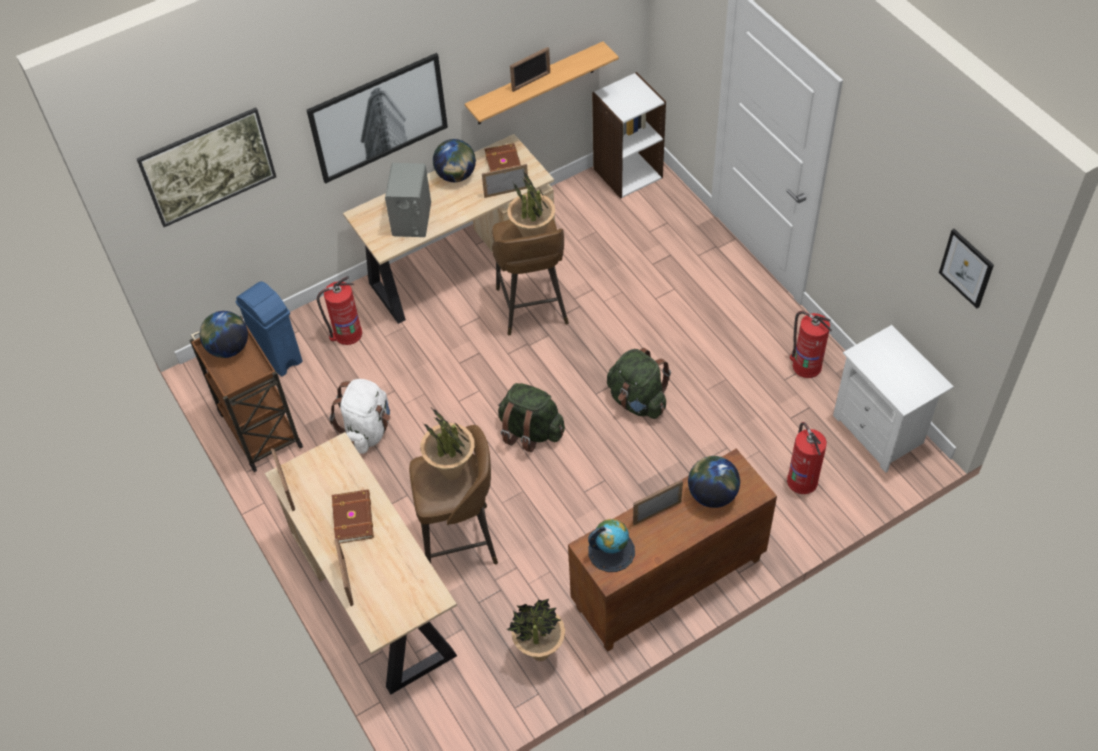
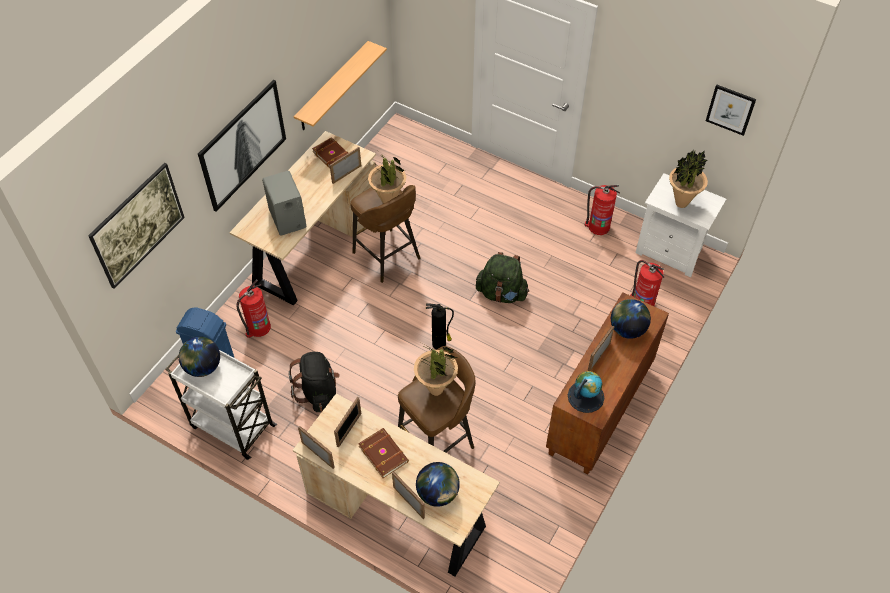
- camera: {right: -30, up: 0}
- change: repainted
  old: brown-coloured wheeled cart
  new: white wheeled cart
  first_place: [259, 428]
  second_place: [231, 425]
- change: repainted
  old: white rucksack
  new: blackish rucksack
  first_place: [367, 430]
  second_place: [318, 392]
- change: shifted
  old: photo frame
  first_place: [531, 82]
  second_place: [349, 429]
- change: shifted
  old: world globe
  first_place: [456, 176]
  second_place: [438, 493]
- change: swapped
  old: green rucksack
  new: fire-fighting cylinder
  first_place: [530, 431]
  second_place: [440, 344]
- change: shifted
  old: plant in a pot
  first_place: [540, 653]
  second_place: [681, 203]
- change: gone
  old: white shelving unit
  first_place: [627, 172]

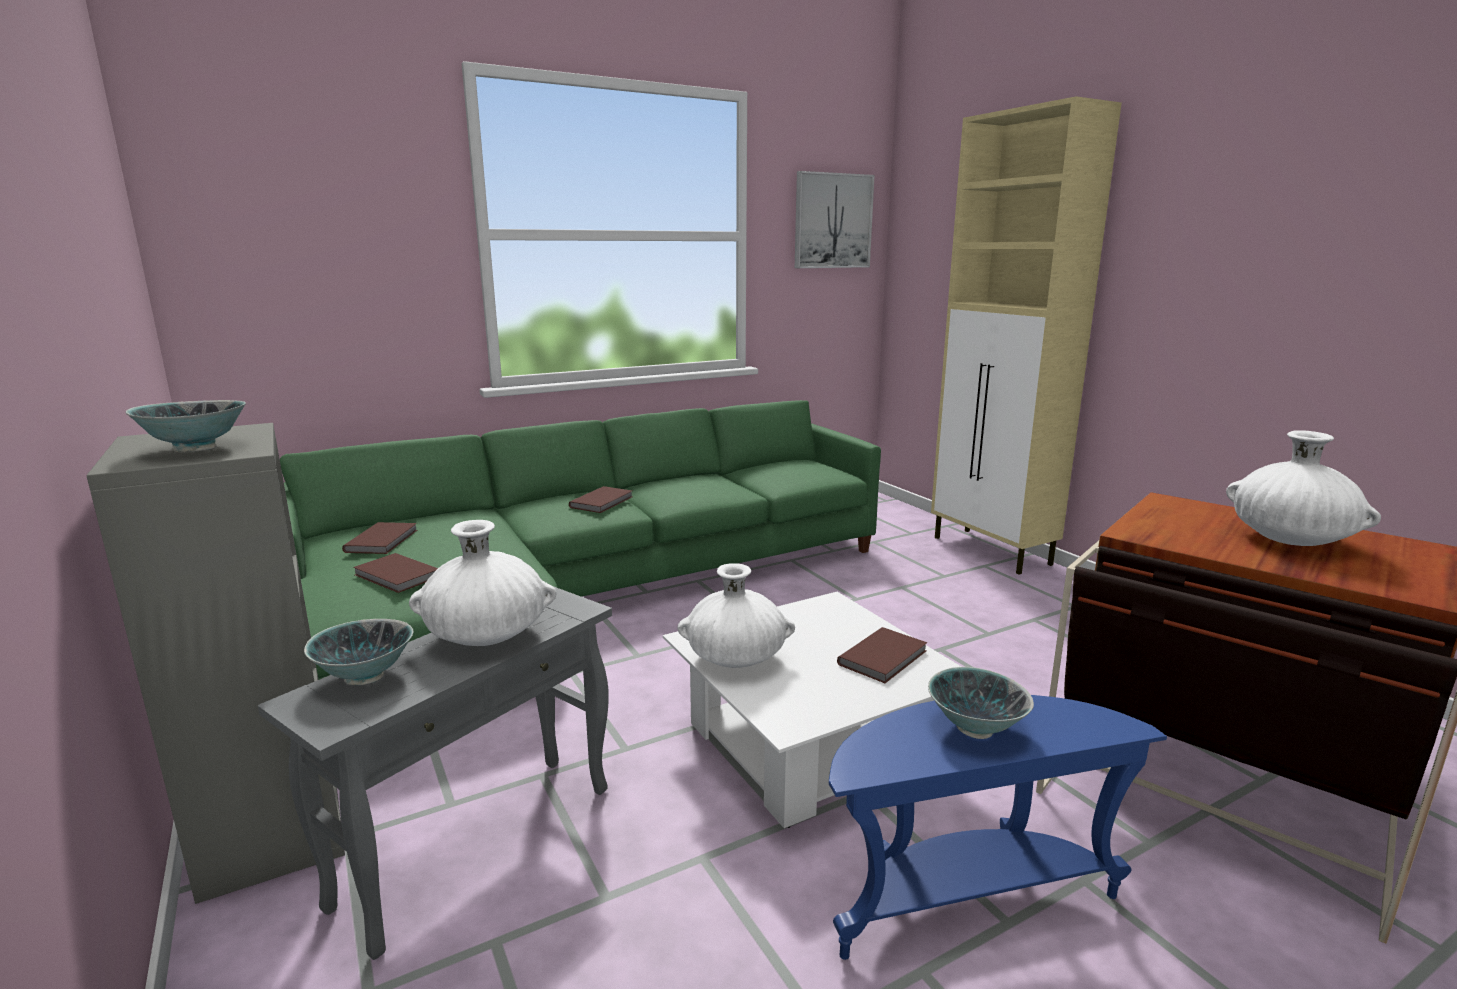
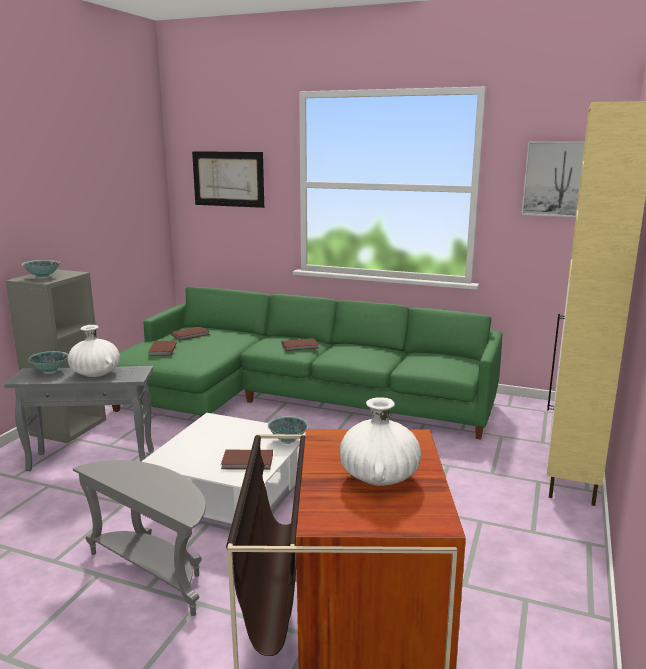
- camera: {right: 50, up: 0}
- change: repainted
  old: blue-coloured accent table
  new: greyish accent table
  first_place: [965, 897]
  second_place: [154, 572]
- change: new
  new: wall picture
  second_place: [228, 179]
- change: shifted
  old: bowl
  first_place: [974, 729]
  second_place: [287, 440]
- change: gone
  old: white vase
  first_place: [736, 660]

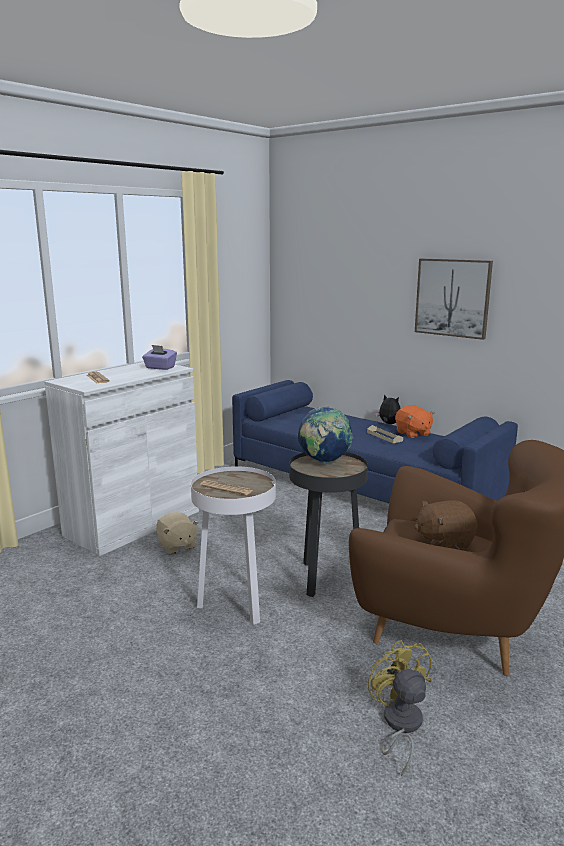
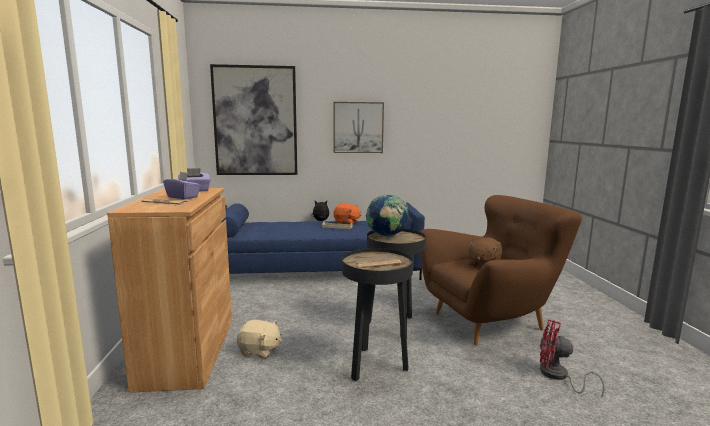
- camera: {right: -45, up: -5}
- change: repainted
  old: white storage cabinet
  new: brown-coloured storage cabinet
  first_place: [133, 523]
  second_place: [188, 352]
- change: new
  new: purple tissue holder
  second_place: [183, 197]
- change: new
  new: wall picture
  second_place: [255, 121]
- change: repainted
  old: white accent table
  new: blackish accent table
  first_place: [235, 605]
  second_place: [375, 366]
- change: repainted
  old: yellowish electric fan
  new: red-coloured electric fan
  first_place: [399, 725]
  second_place: [558, 376]

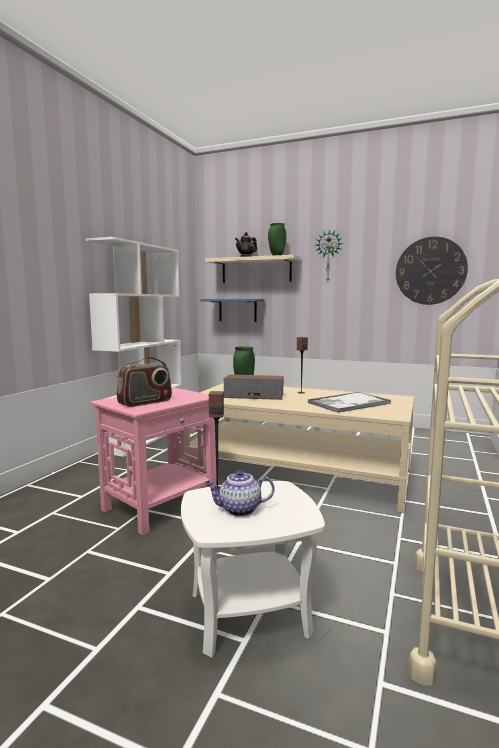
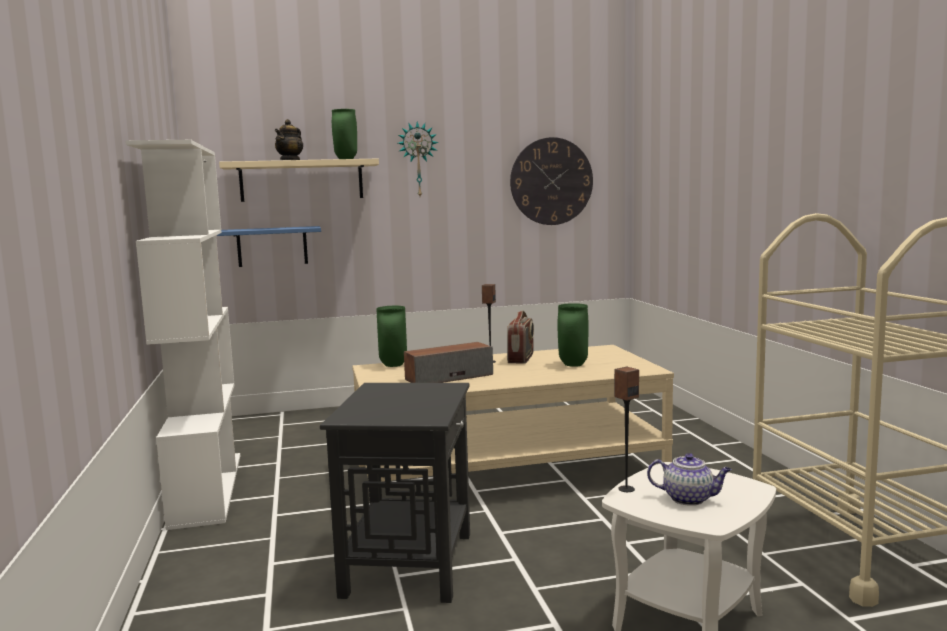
- camera: {right: -35, up: 0}
- change: repainted
  old: pink-coloured accent table
  new: blackish accent table
  first_place: [161, 505]
  second_place: [409, 563]
- change: shifted
  old: radio set
  first_place: [145, 402]
  second_place: [521, 359]
- change: swapped
  old: tray
  new: green vase
  first_place: [348, 403]
  second_place: [574, 365]
- change: rotated
  old: pot for tea
  first_place: [239, 510]
  second_place: [689, 499]
  degrees: -120

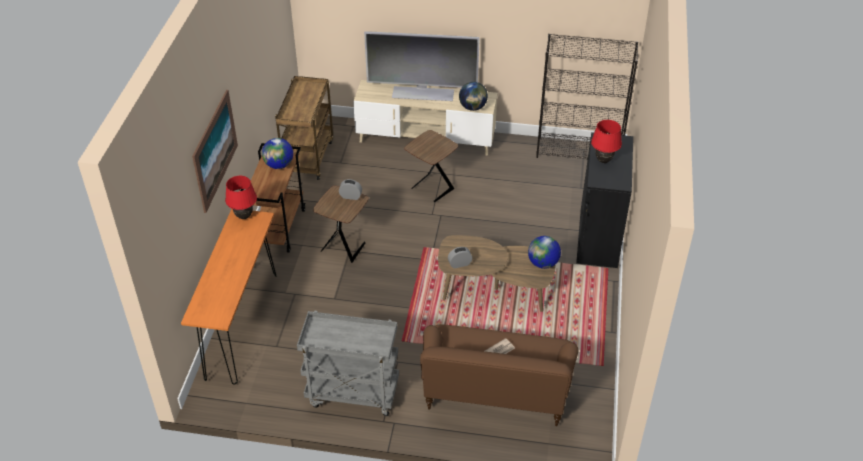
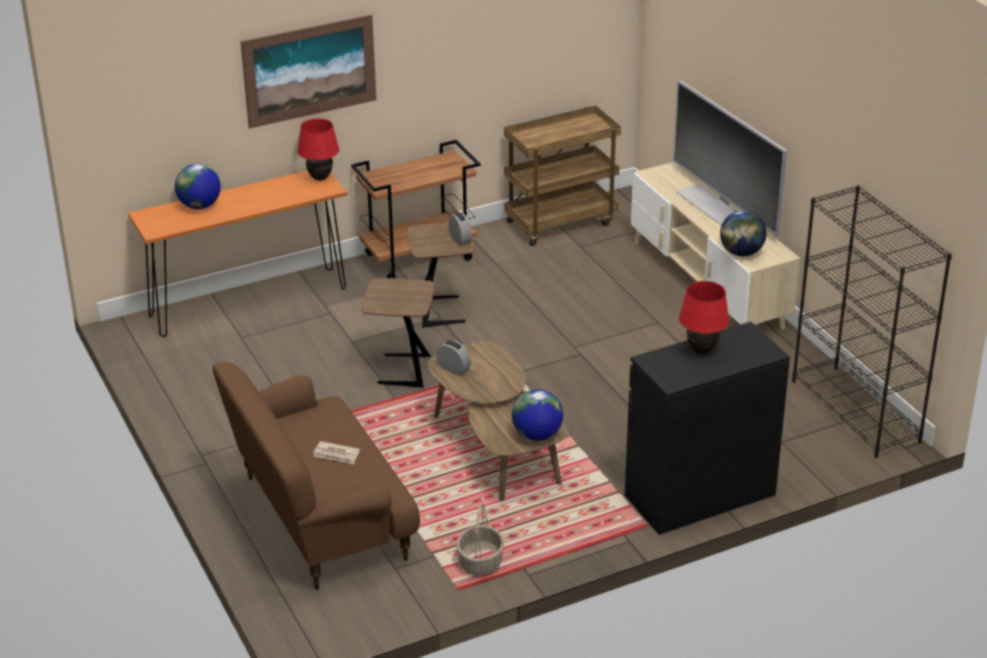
- camera: {right: 55, up: -10}
- change: shifted
  old: world globe
  first_place: [279, 165]
  second_place: [199, 206]
- change: shifted
  old: brown-coloured accent table
  first_place: [431, 189]
  second_place: [402, 371]
- change: new
  new: household basket
  second_place: [481, 563]
- change: gone
  old: greyish wheeled cart
  first_place: [352, 394]

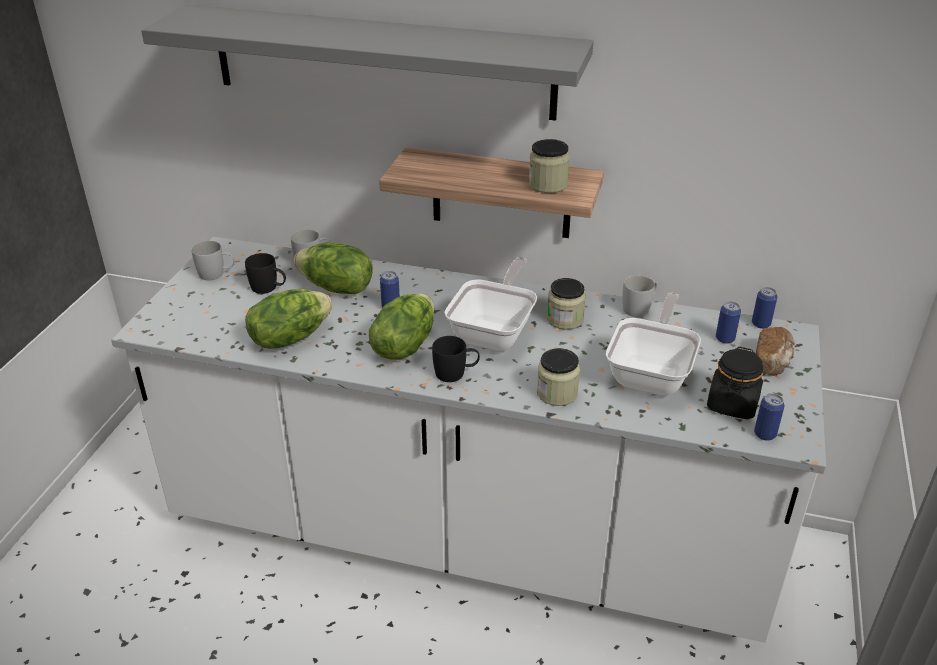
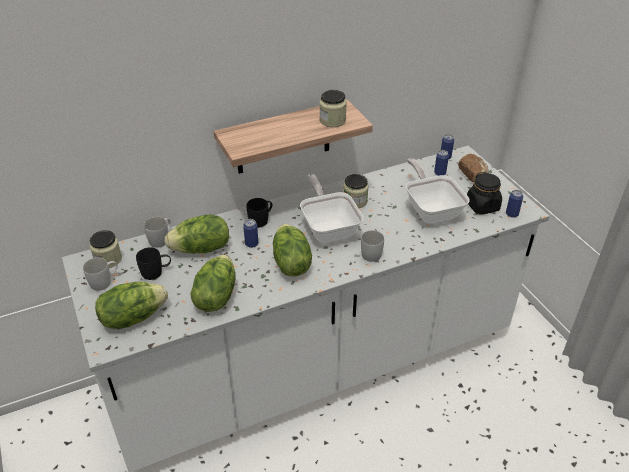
- camera: {right: -40, up: 5}
- change: shifted
  old: storage jar
  first_place: [557, 393]
  second_place: [108, 259]
- change: new
  new: lettuce
  second_place: [133, 317]
- change: shifted
  old: blackish tea mug
  first_place: [456, 373]
  second_place: [261, 220]
- change: shifted
  old: white tea mug
  first_place: [639, 308]
  second_place: [371, 252]
- change: gone
  old: greyish wall shelf
  first_place: [381, 62]

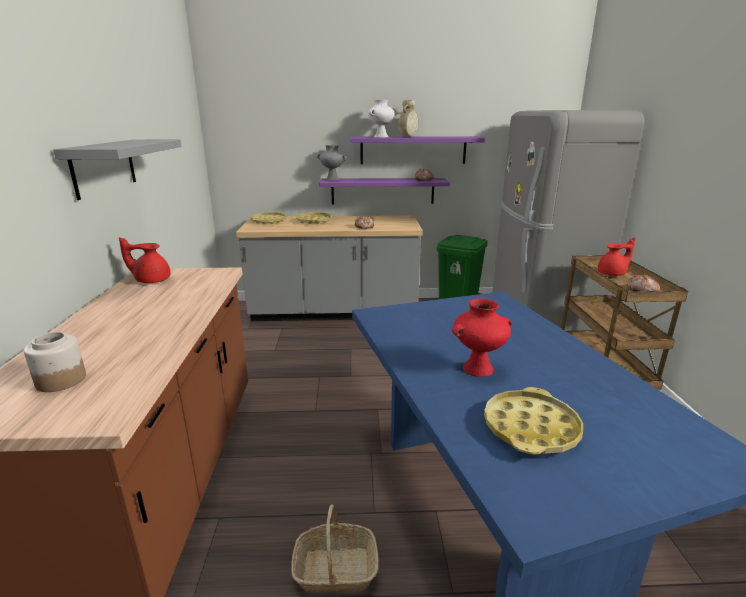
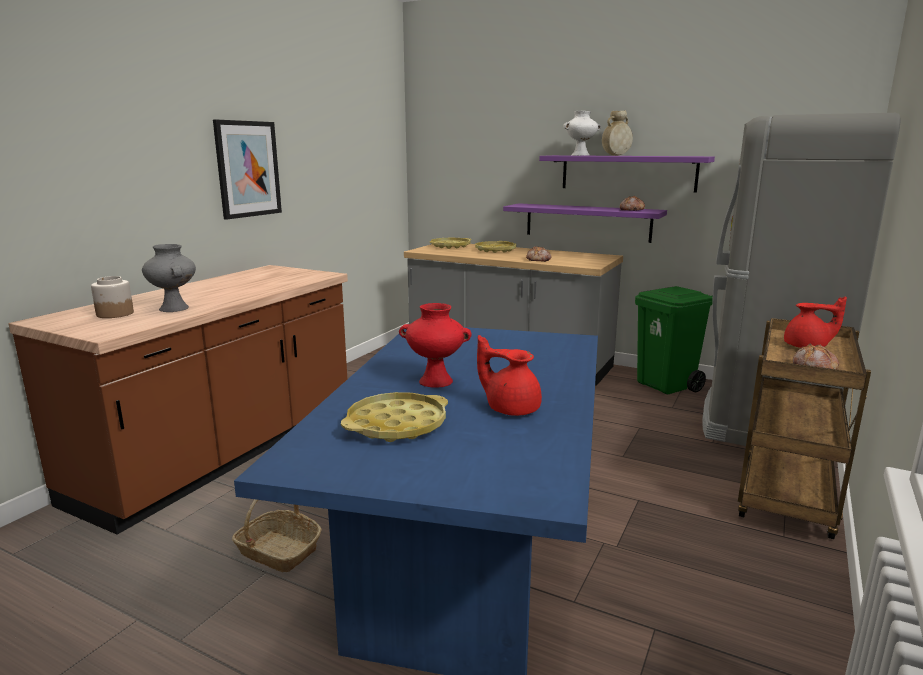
- camera: {right: 30, up: -5}
- change: shifted
  old: greyish vase
  first_place: [333, 179]
  second_place: [175, 308]
- change: swapped
  old: greyish wall shelf
  new: wall picture
  first_place: [104, 167]
  second_place: [248, 169]
- change: shifted
  old: red-coloured pot for tea
  first_place: [151, 280]
  second_place: [511, 408]

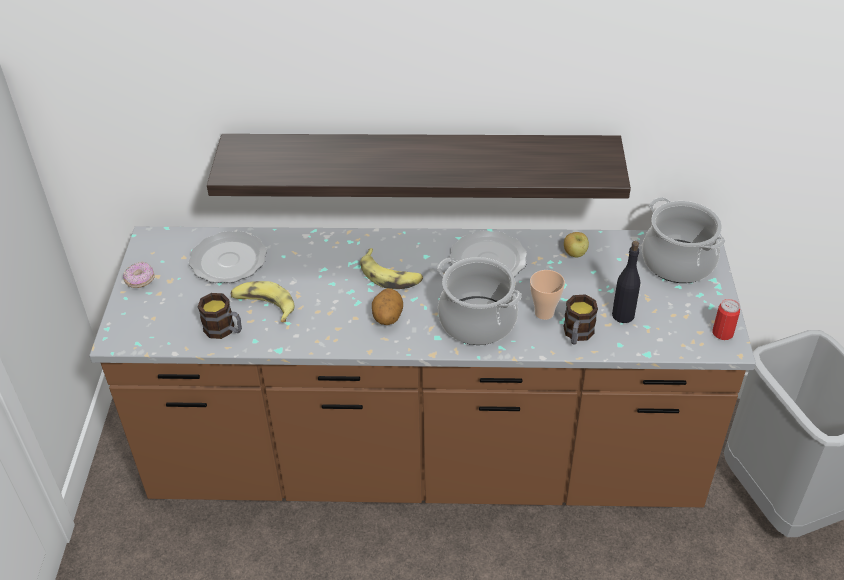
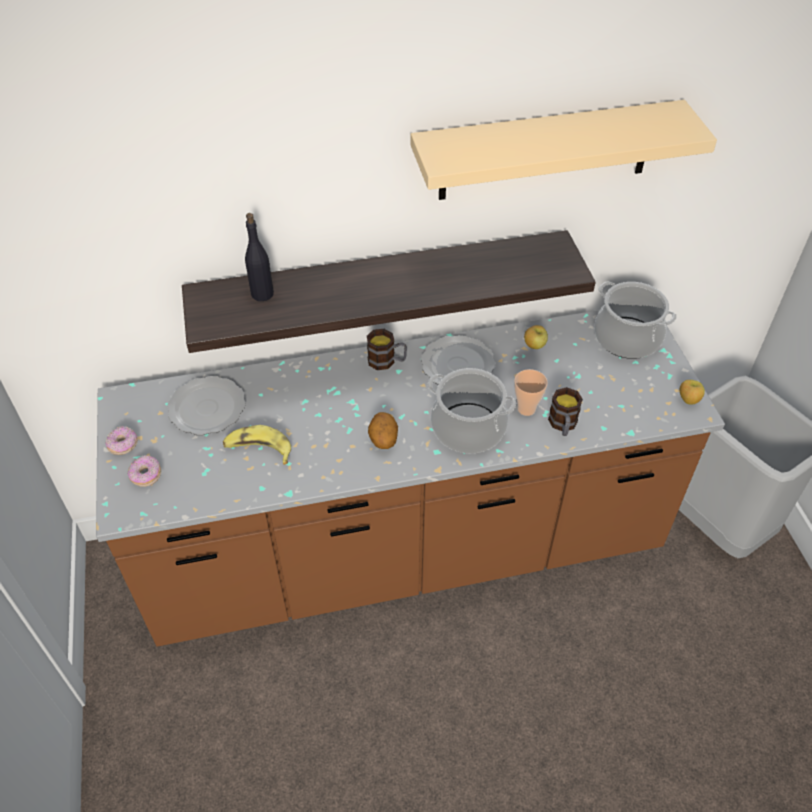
- camera: {right: -15, up: 5}
- change: new
  new: doughnut
  second_place: [146, 475]
- change: shifted
  old: blackish beverage bottle
  first_place: [623, 315]
  second_place: [262, 293]
- change: shifted
  old: tea mug
  first_place: [224, 330]
  second_place: [387, 361]
- change: new
  new: sand-coloured wall shelf
  second_place: [545, 151]
- change: swapped
  old: metal can
  new: apple
  first_place: [722, 333]
  second_place: [688, 400]
- change: gone
  old: whole banana
  first_place: [391, 276]

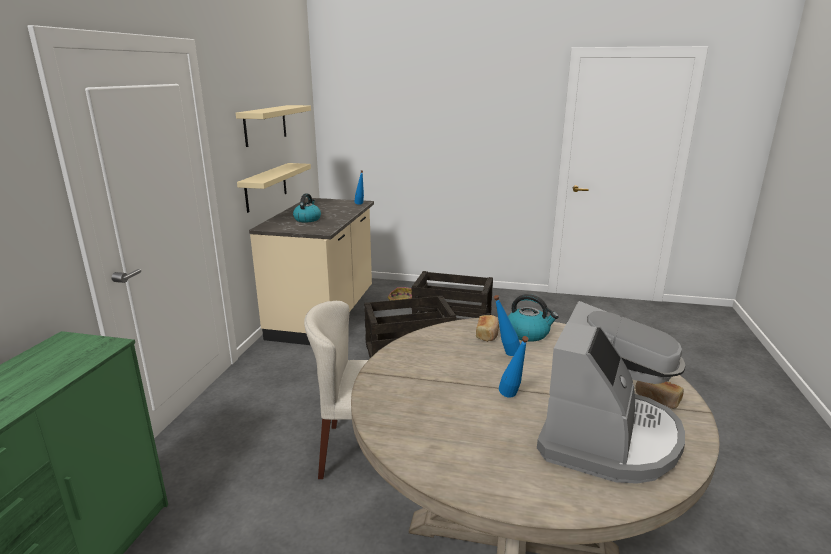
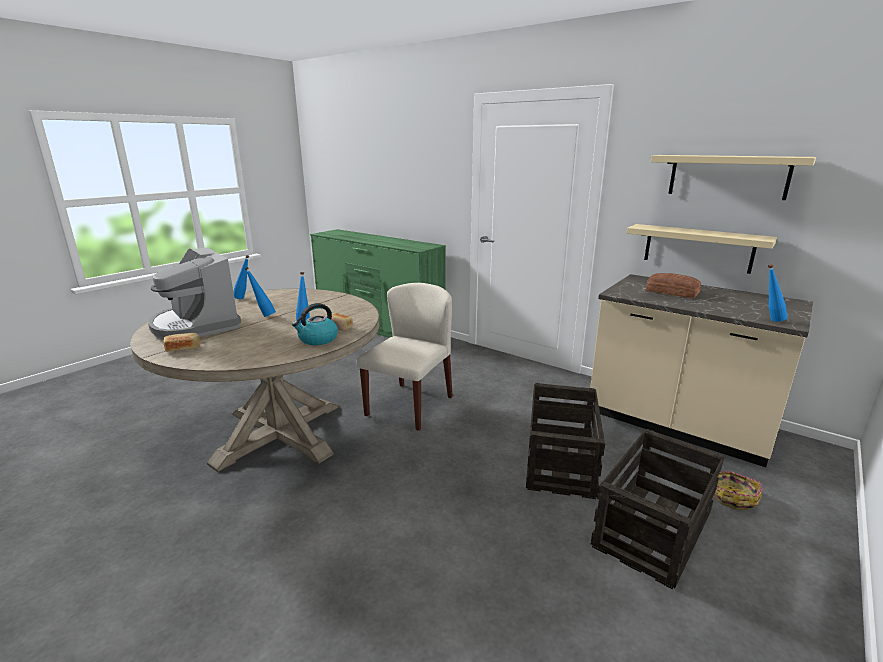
- camera: {right: 115, up: 0}
- change: new
  new: blue-coloured beverage bottle
  second_place: [244, 298]
- change: swapped
  old: tea kettle
  new: bakery bread
  first_place: [307, 219]
  second_place: [671, 291]

